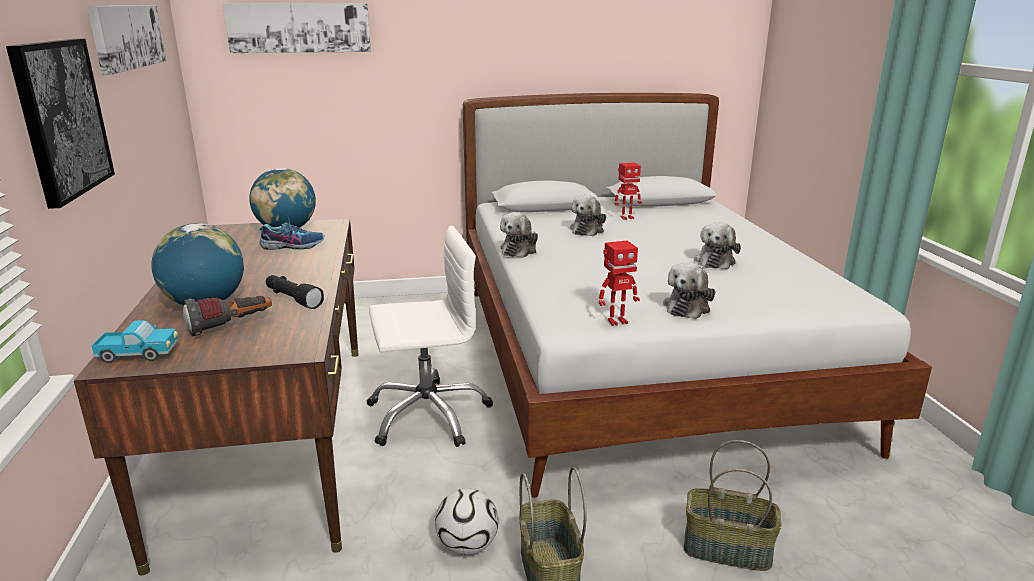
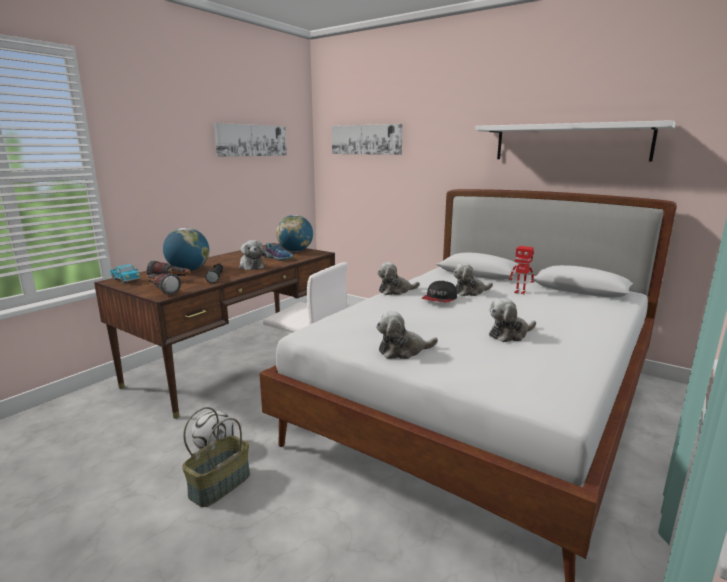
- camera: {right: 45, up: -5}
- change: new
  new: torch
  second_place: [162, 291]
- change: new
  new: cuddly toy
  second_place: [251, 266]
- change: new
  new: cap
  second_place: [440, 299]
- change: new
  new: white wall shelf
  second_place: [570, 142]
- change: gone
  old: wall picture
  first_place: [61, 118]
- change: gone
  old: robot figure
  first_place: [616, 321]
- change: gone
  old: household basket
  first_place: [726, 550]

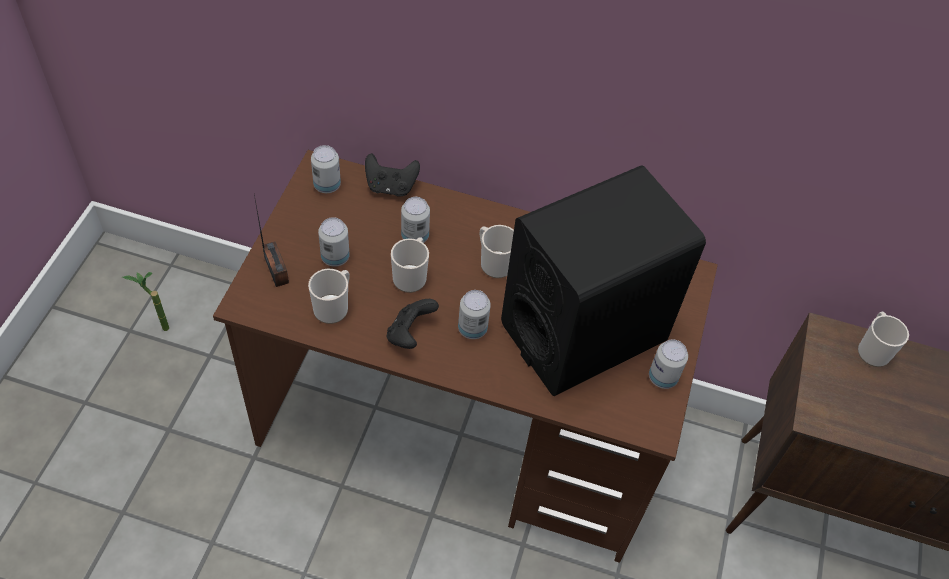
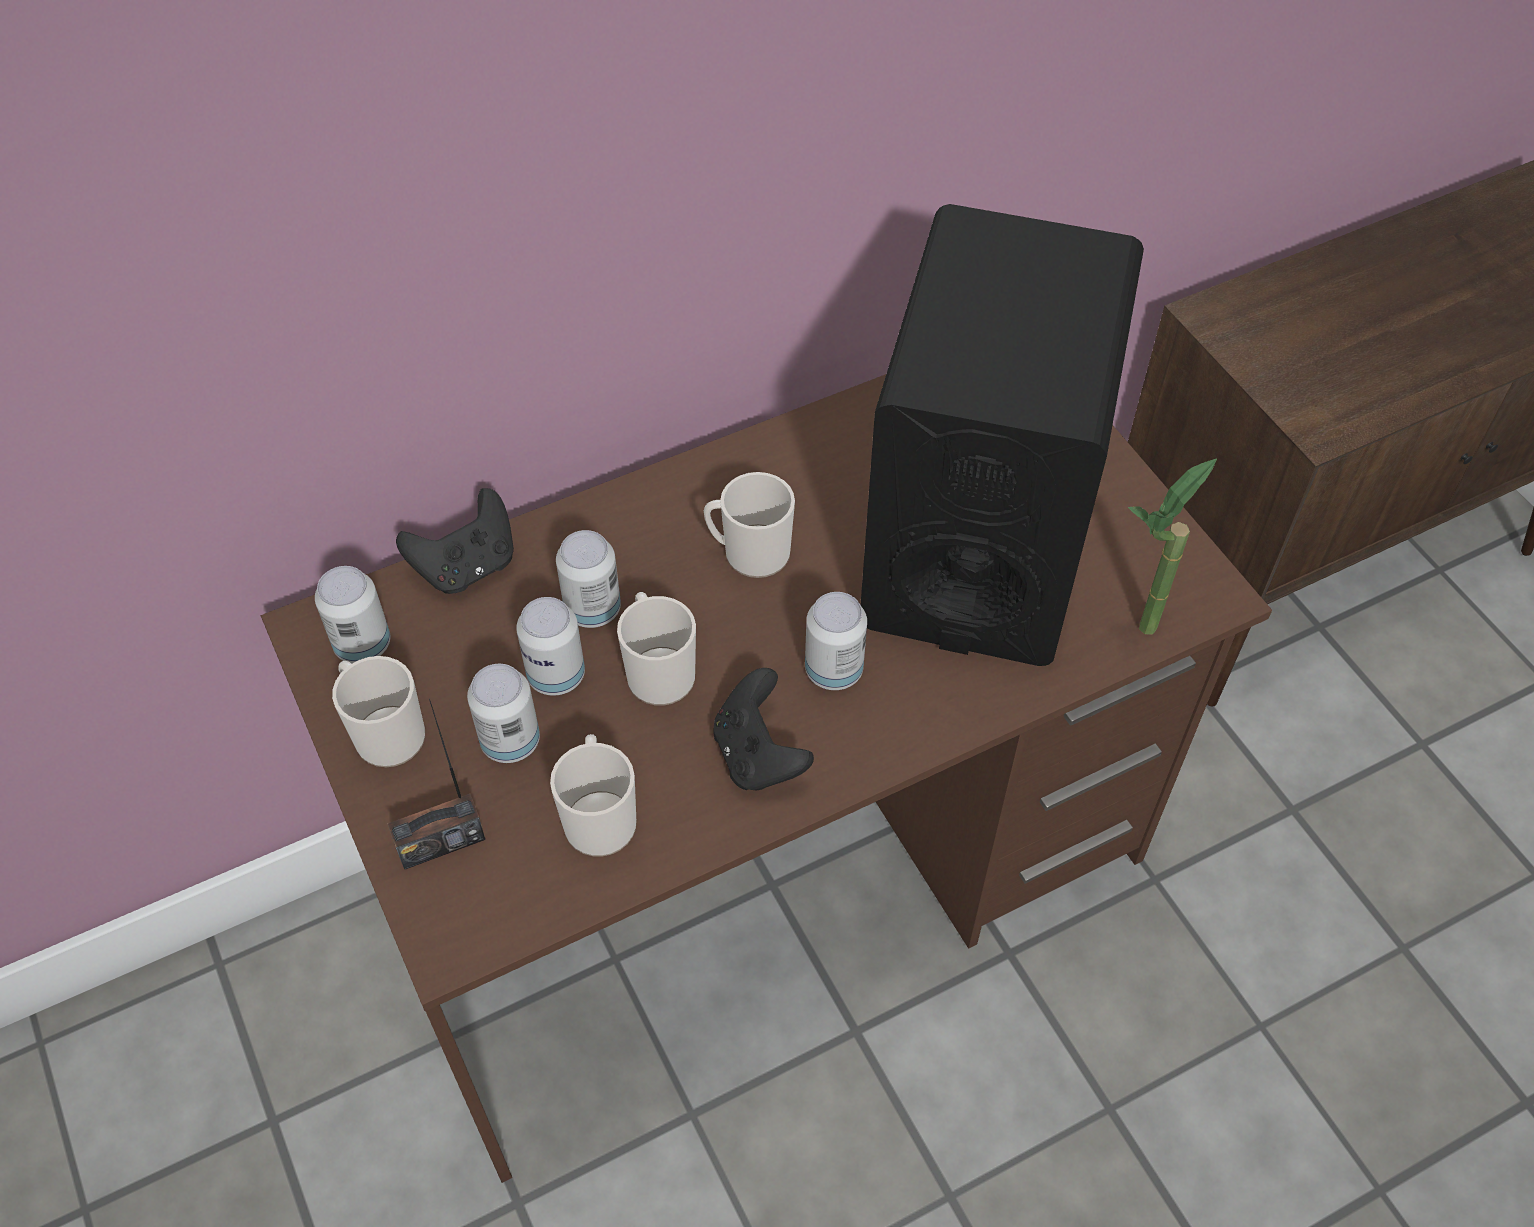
- camera: {right: -40, up: 0}
- change: shifted
  old: tea mug
  first_place: [872, 349]
  second_place: [385, 732]
- change: rotated
  old: radio set
  first_place: [276, 270]
  second_place: [440, 842]
  degrees: 135
- change: shifted
  old: metal can
  first_place: [662, 377]
  second_place: [556, 675]
- change: shifted
  old: plant in a pot
  first_place: [158, 327]
  second_place: [1134, 638]

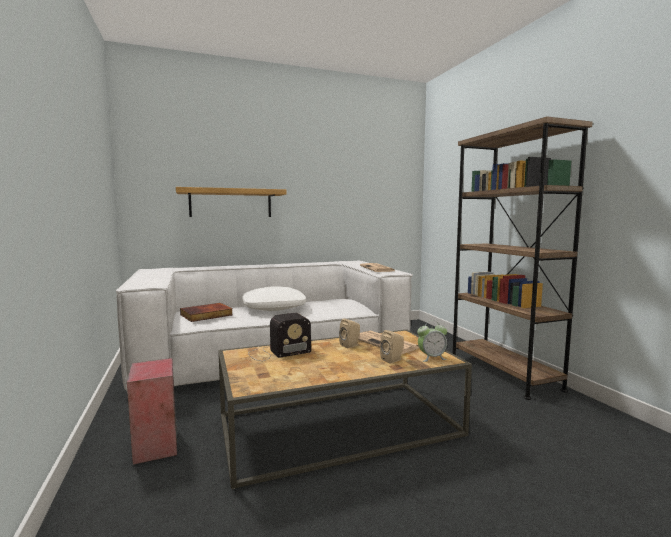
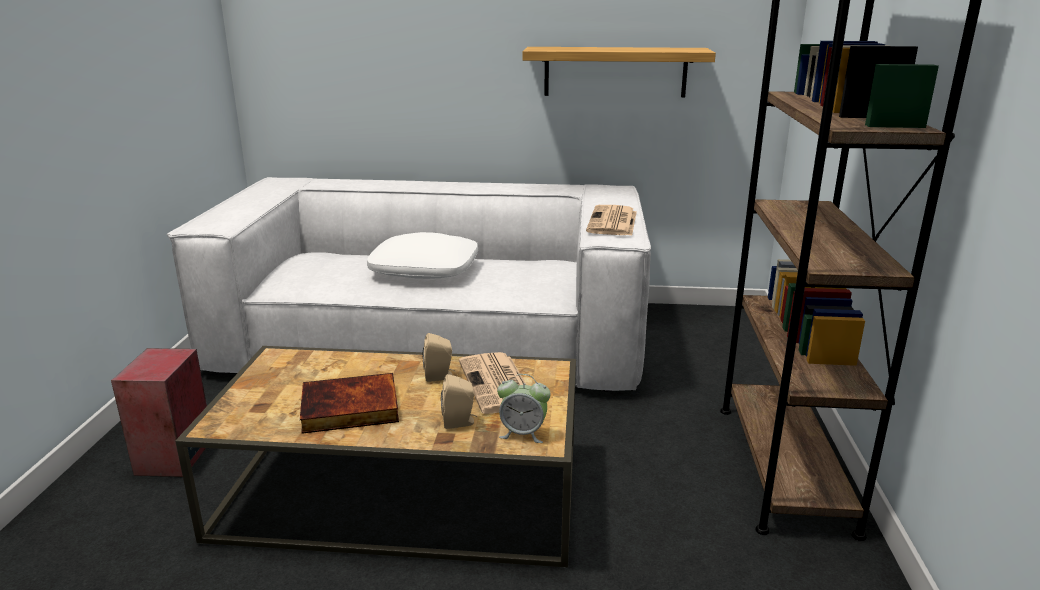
- camera: {right: 25, up: 15}
- change: shifted
  old: bound book
  first_place: [206, 315]
  second_place: [349, 409]
- change: shifted
  old: wall shelf
  first_place: [231, 203]
  second_place: [615, 72]
- change: gone
  old: radio set
  first_place: [277, 352]

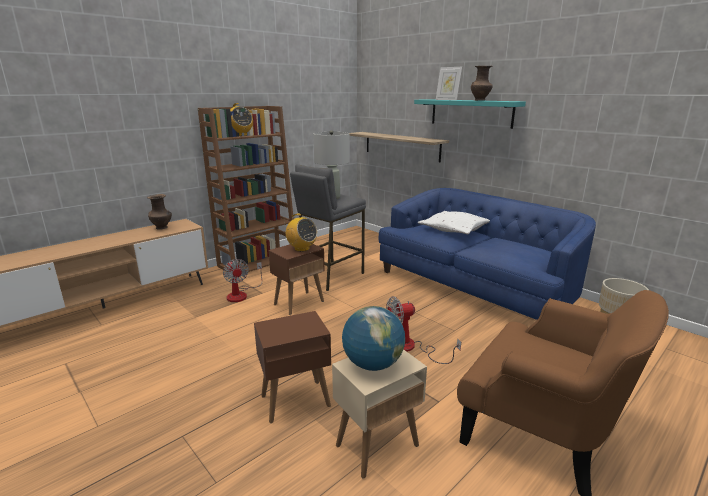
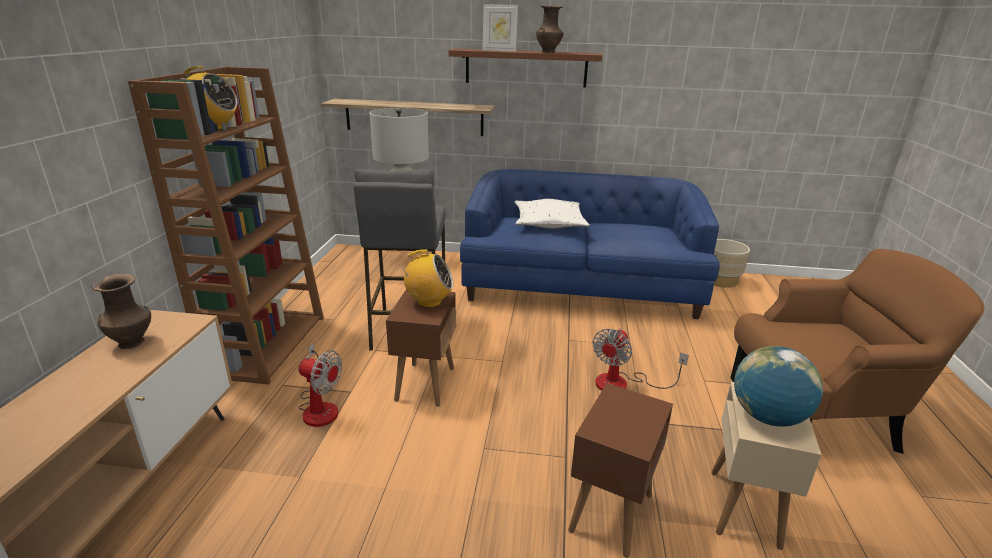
- camera: {right: -40, up: 5}
- change: repainted
  old: turquoise wall shelf
  new: brown-coloured wall shelf
  first_place: [470, 113]
  second_place: [526, 68]

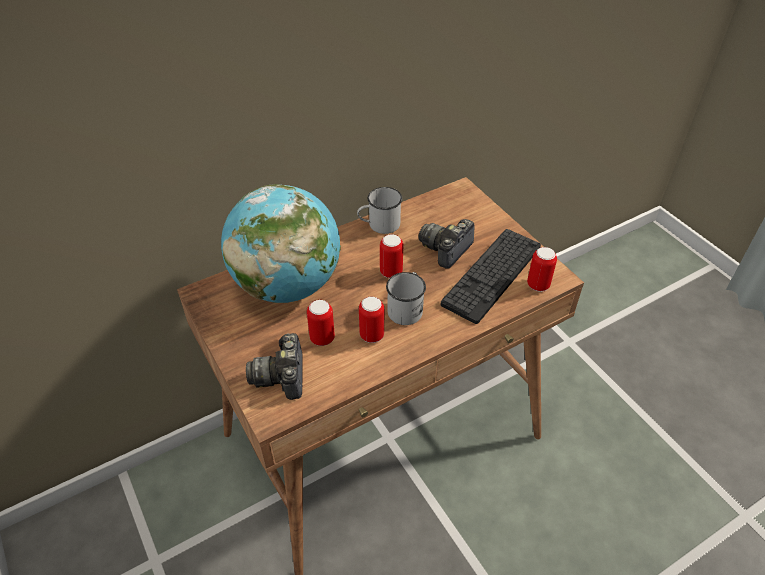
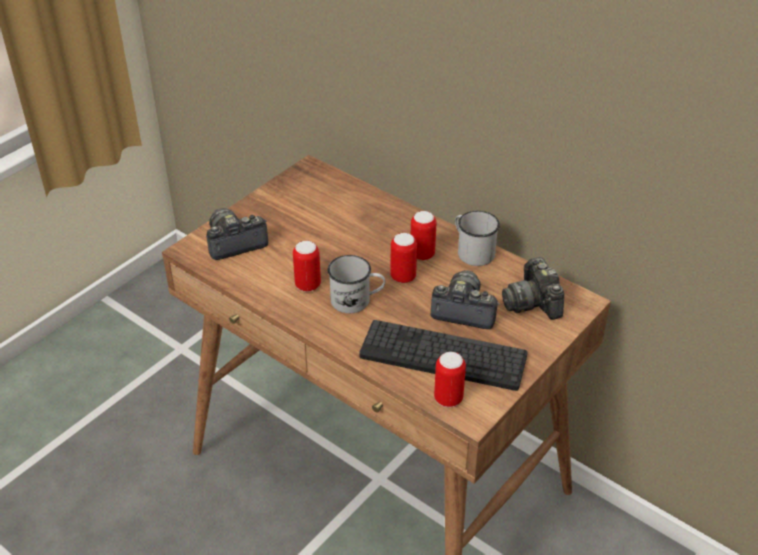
- camera: {right: 70, up: -5}
- change: shifted
  old: metal can
  first_place: [322, 338]
  second_place: [422, 254]
- change: new
  new: still camera
  second_place: [533, 302]
- change: gone
  old: world globe
  first_place: [287, 285]

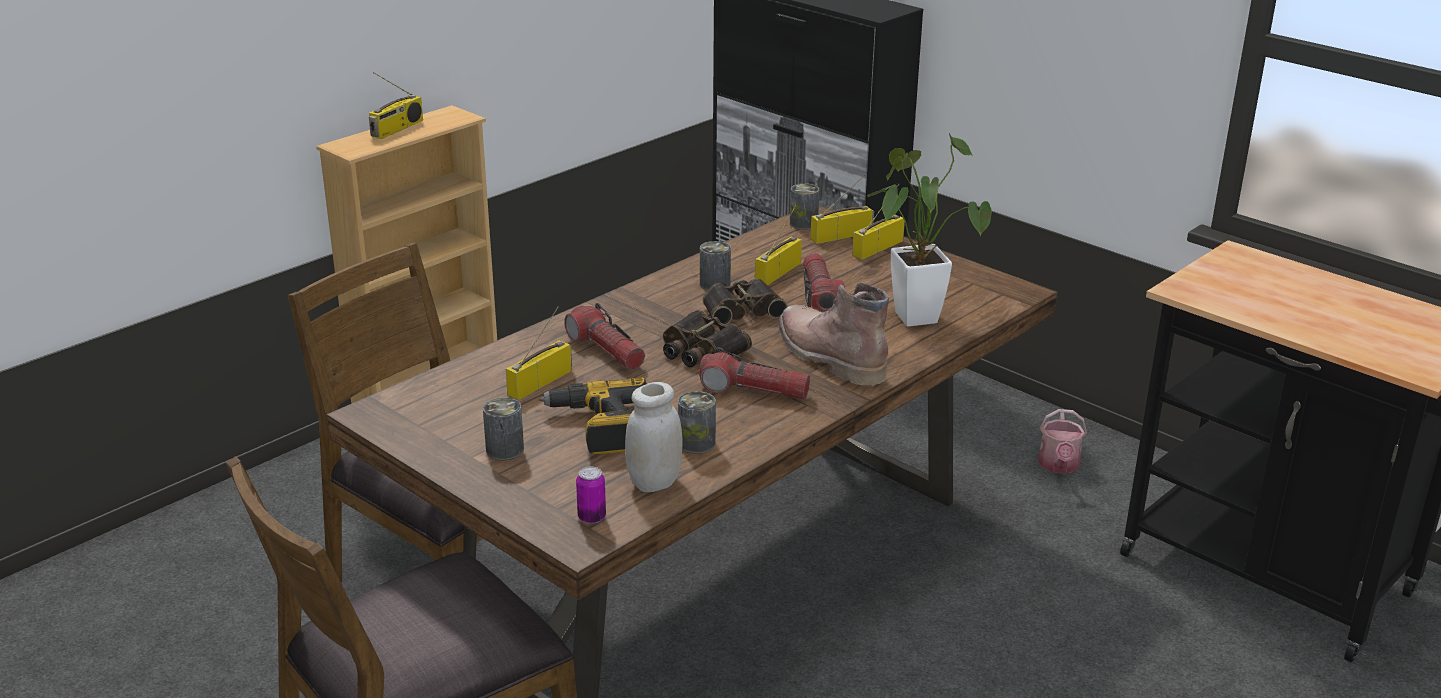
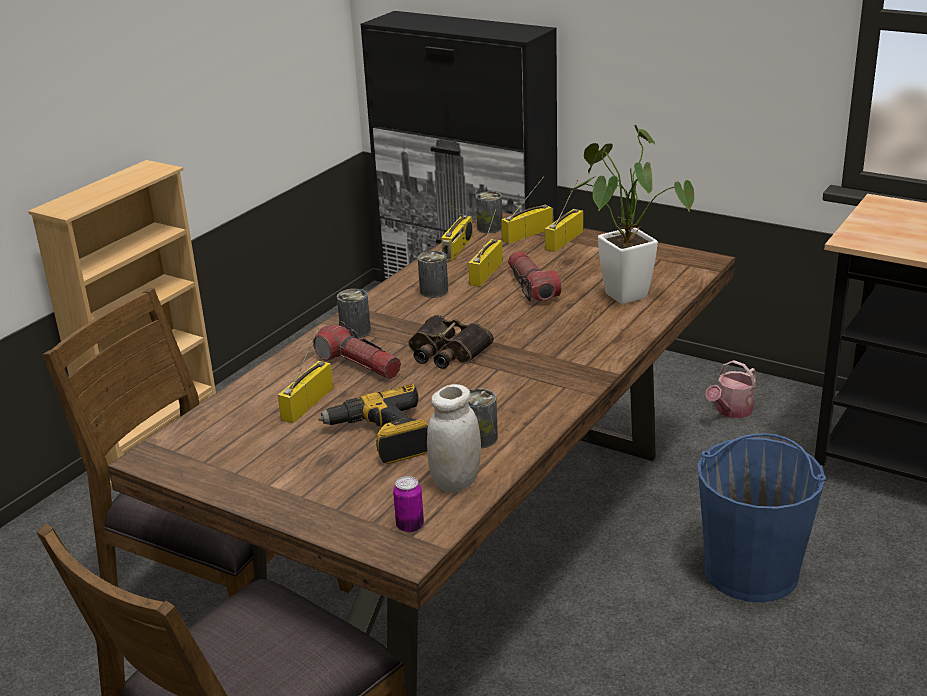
- camera: {right: -10, up: 0}
- change: shifted
  old: metal can
  first_place: [505, 450]
  second_place: [355, 331]
- change: shifted
  old: radio set
  first_place: [397, 129]
  second_place: [458, 248]
- change: new
  new: blue-coloured bucket
  second_place: [751, 571]
- change: rotated
  old: watering can
  first_place: [1059, 466]
  second_place: [731, 411]
  degrees: 45
- change: gone
  old: torch
  first_place: [753, 390]
- change: gone
  old: pair of binoculars
  first_place: [741, 309]
- change: gone
  old: brown-coloured tall boot
  first_place: [827, 355]

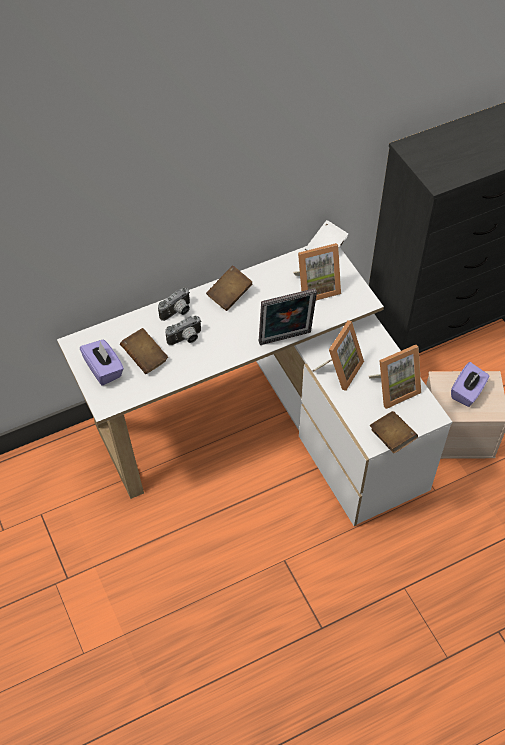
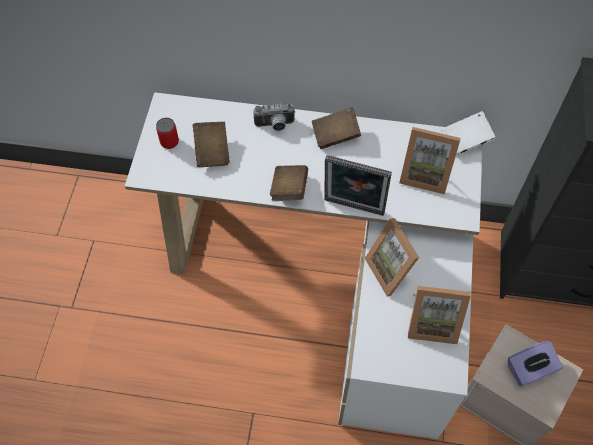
- camera: {right: 35, up: 5}
- change: swapped
  old: purple tissue holder
  new: metal can
  first_place: [104, 369]
  second_place: [169, 142]
- change: shifted
  old: brown-coloured bound book
  first_place: [392, 438]
  second_place: [289, 189]
- change: rotated
  old: photo frame
  first_place: [339, 370]
  second_place: [392, 270]
  degrees: 90
- change: gone
  old: still camera
  first_place: [186, 339]

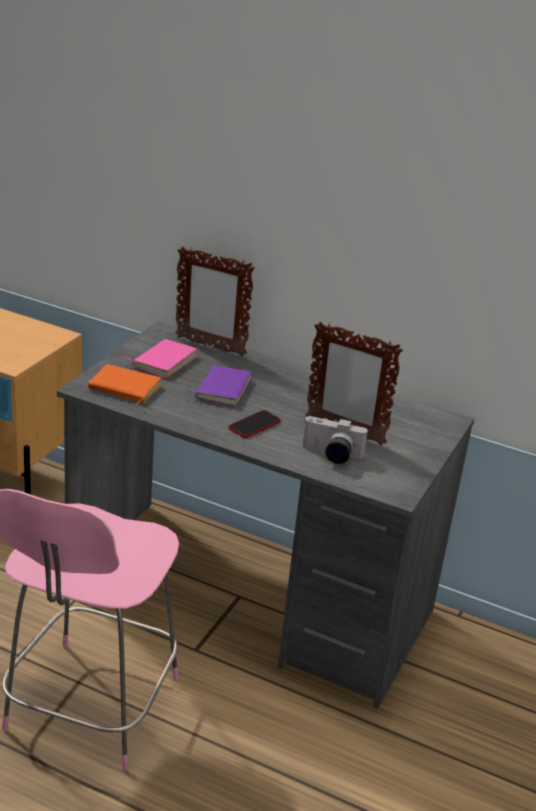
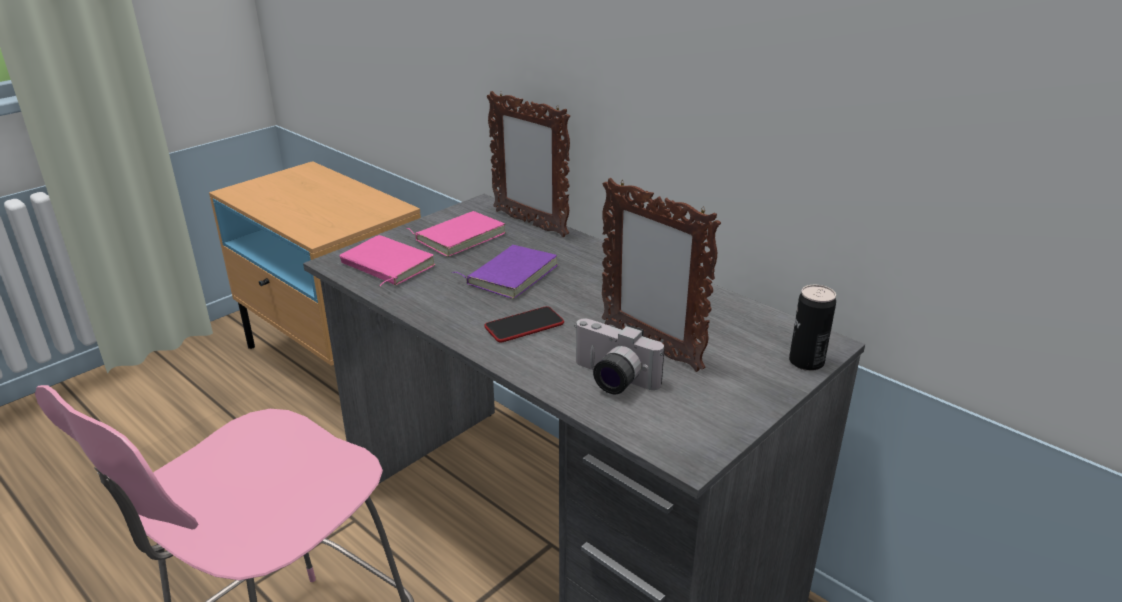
- camera: {right: 20, up: 0}
- change: repainted
  old: orangey bound book
  new: pink-coloured bound book
  first_place: [123, 388]
  second_place: [385, 266]
- change: new
  new: metal can
  second_place: [806, 362]

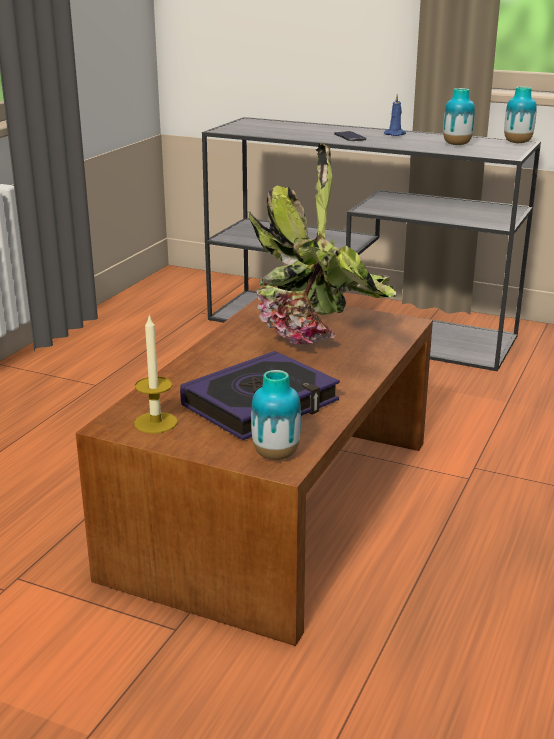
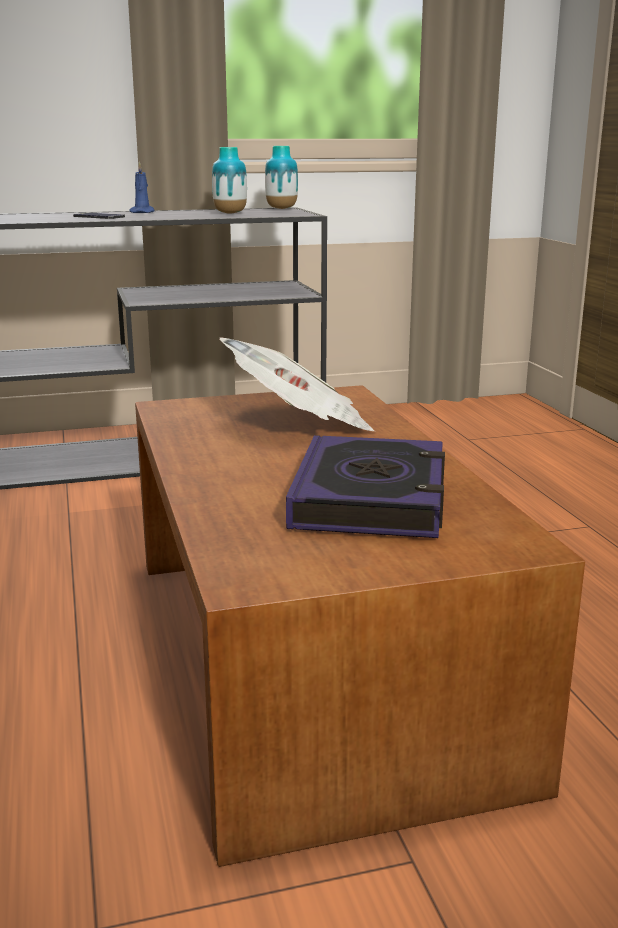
- camera: {right: -40, up: -5}
- change: swapped
  old: plant in a pot
  new: daily paper
  first_place: [325, 339]
  second_place: [300, 424]
- change: gone
  old: wax candle
  first_place: [155, 422]
- change: gone
  old: vase
  first_place: [276, 454]

